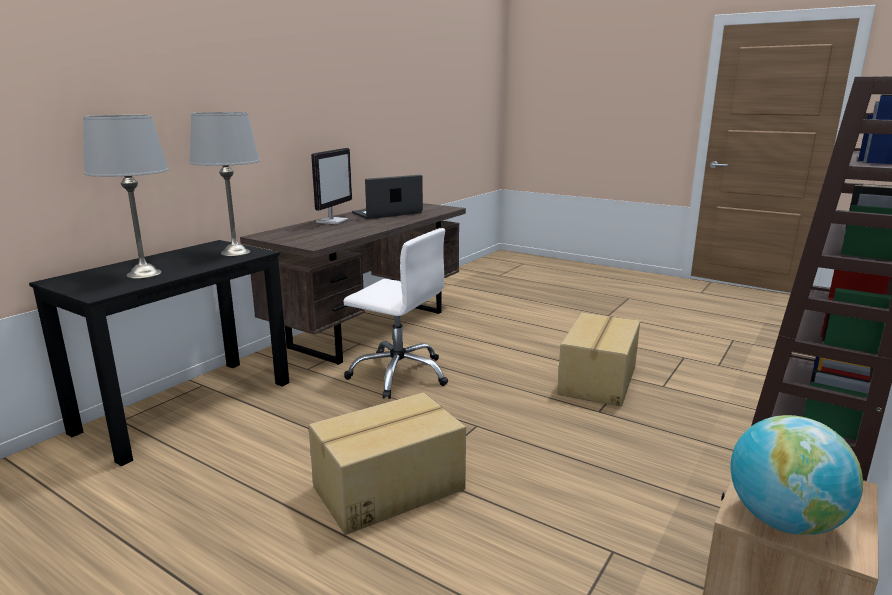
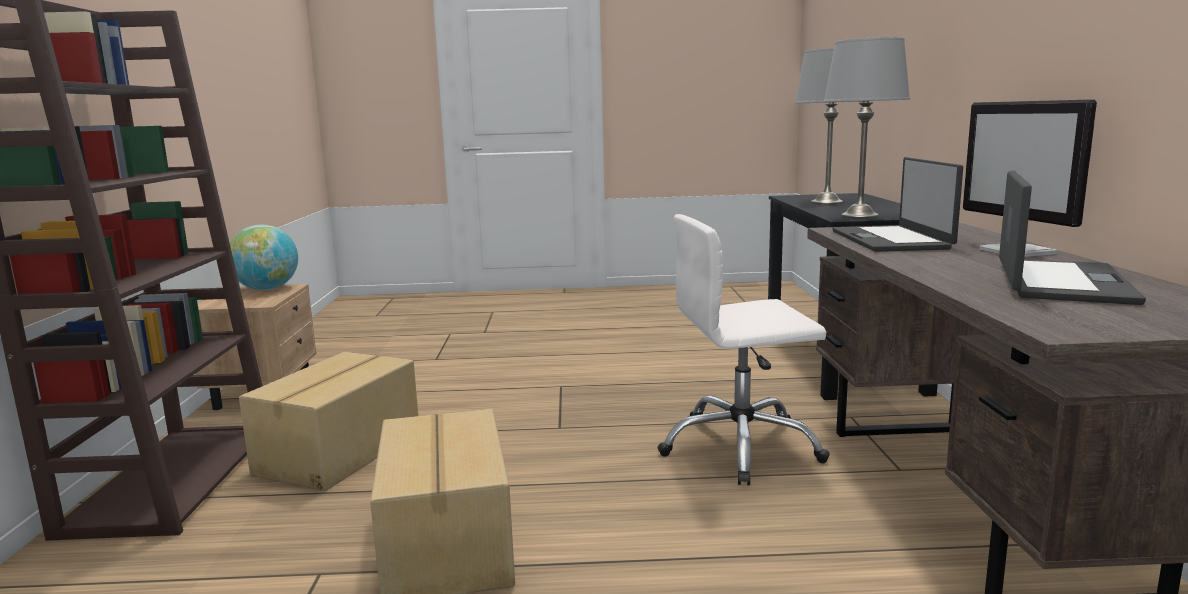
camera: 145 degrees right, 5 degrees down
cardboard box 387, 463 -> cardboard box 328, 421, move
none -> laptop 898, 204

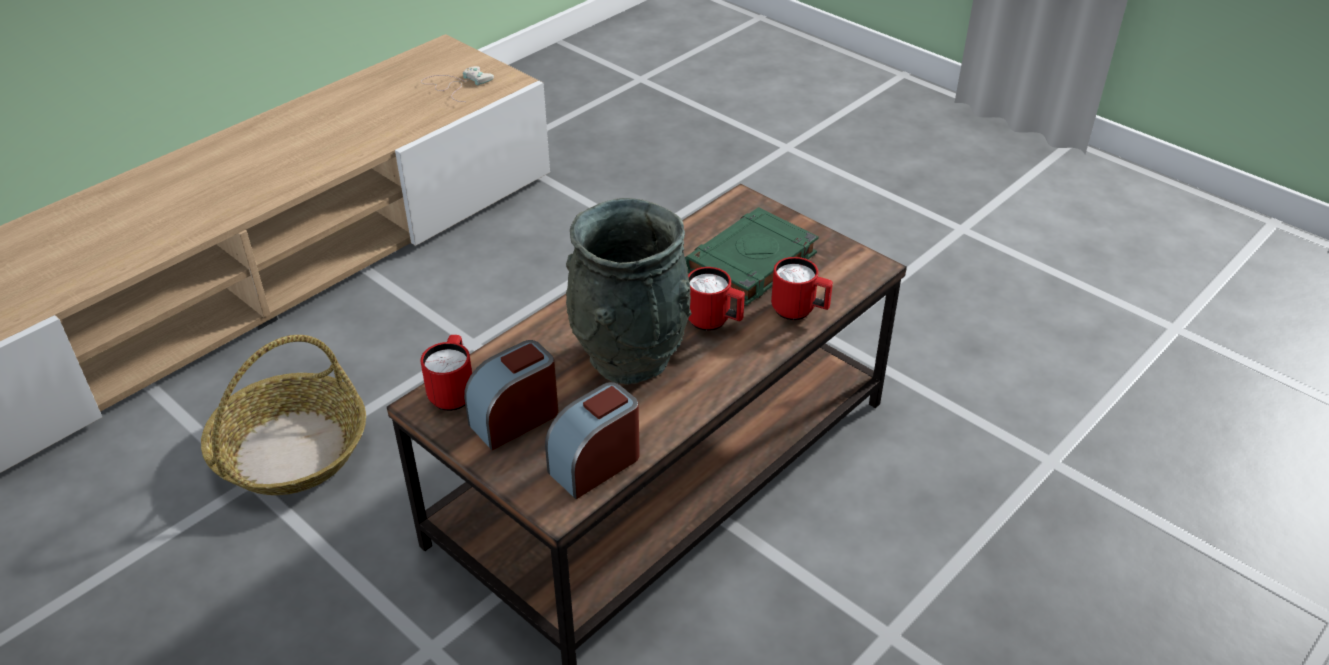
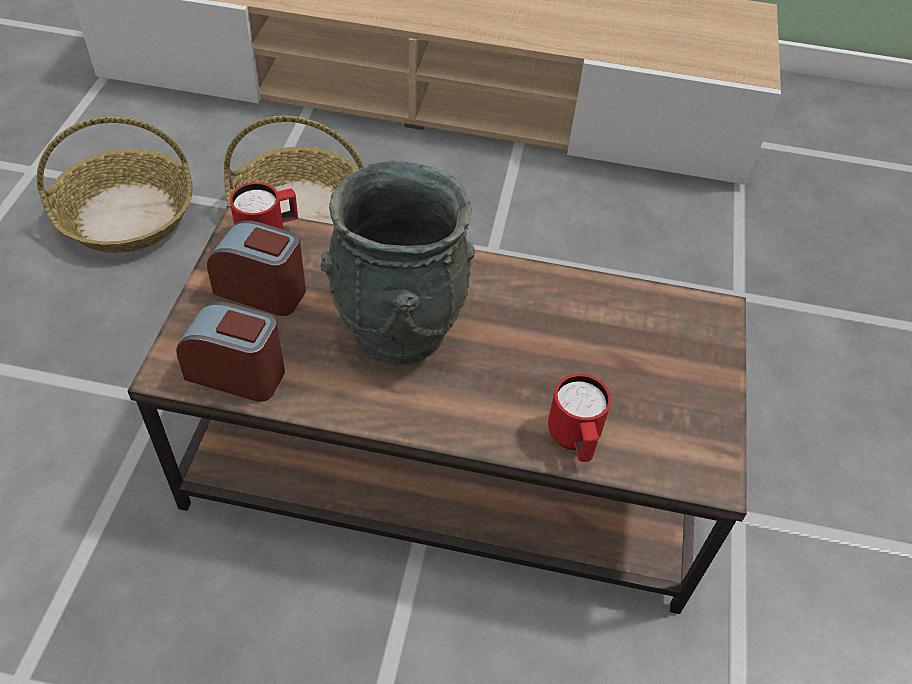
camera: 55 degrees right, 10 degrees up
game controller (white) 457, 84 -> none
book (green) 752, 256 -> none
mug (red) 716, 299 -> none
none -> basket 115, 184

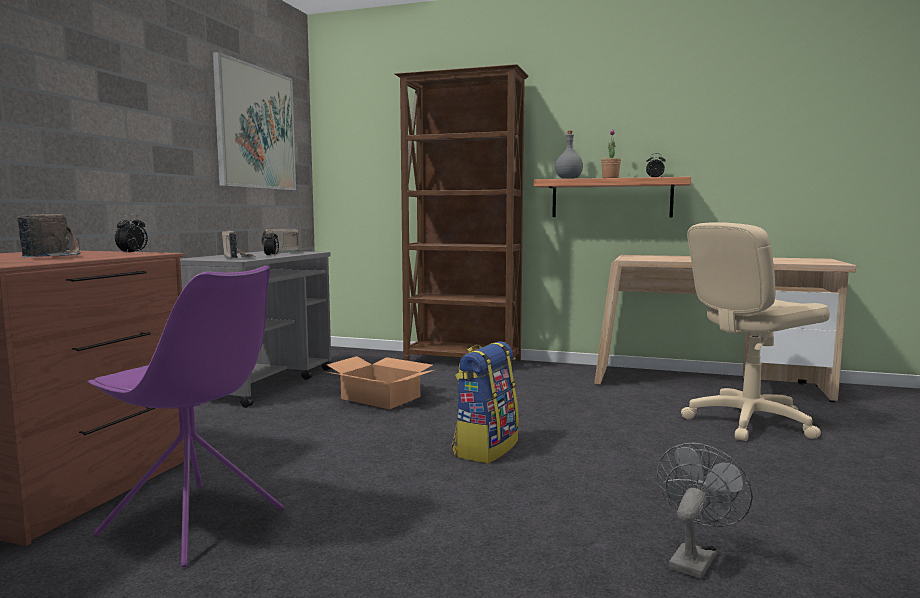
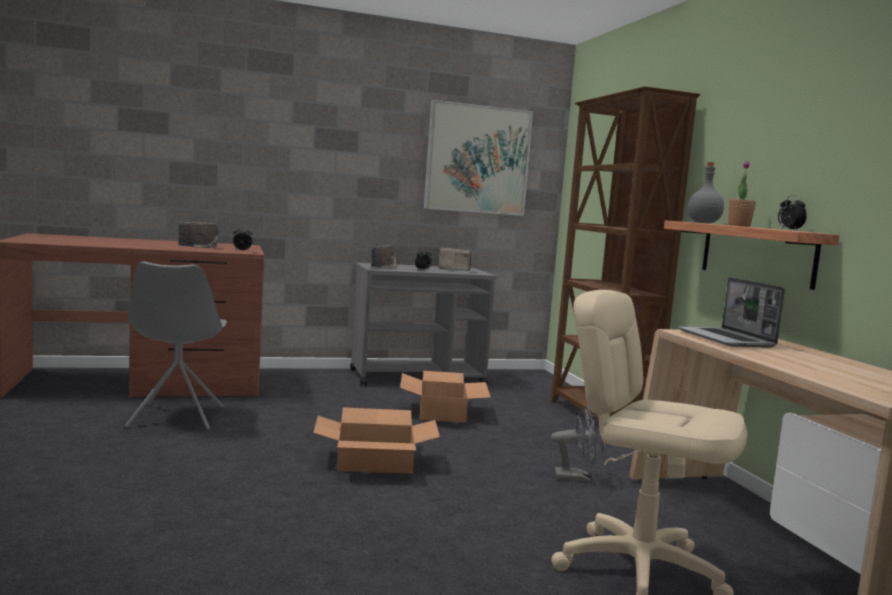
camera: 55 degrees right, 0 degrees up
chair (purple) 185, 416 -> chair (grey) 176, 345
backpack 485, 402 -> cardboard box 376, 440
fan (grey) 704, 511 -> fan (grey) 578, 443, move
none -> laptop 731, 312

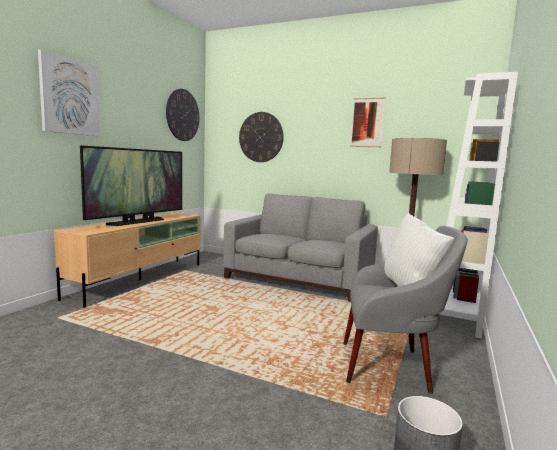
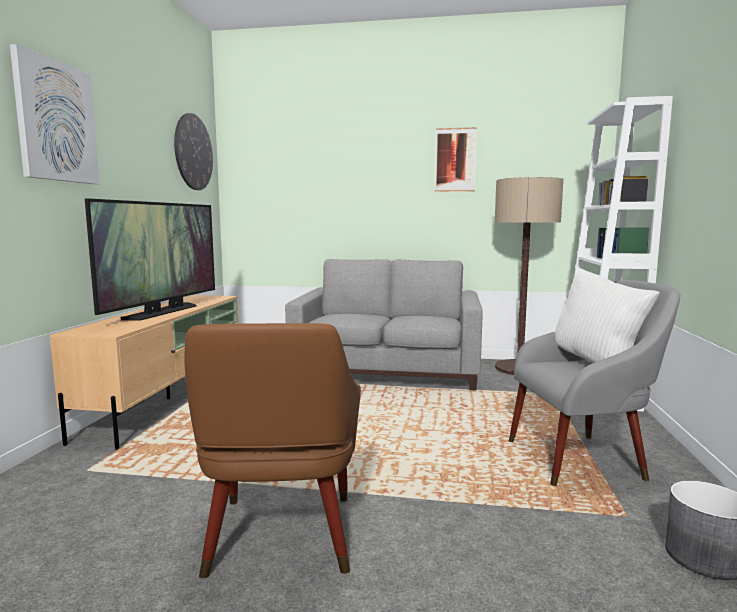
camera: 15 degrees left, 0 degrees up
wall clock 261, 137 -> none
none -> armchair (brown) 272, 450

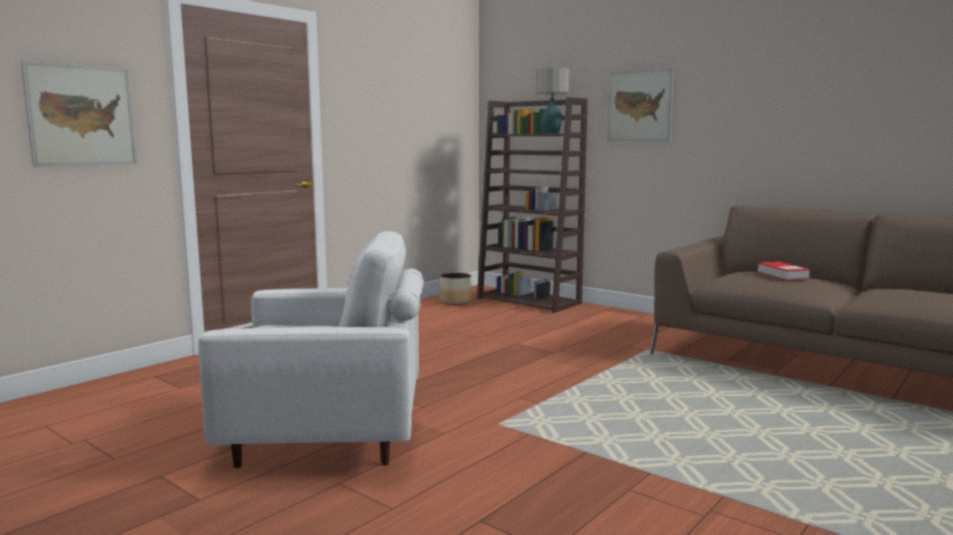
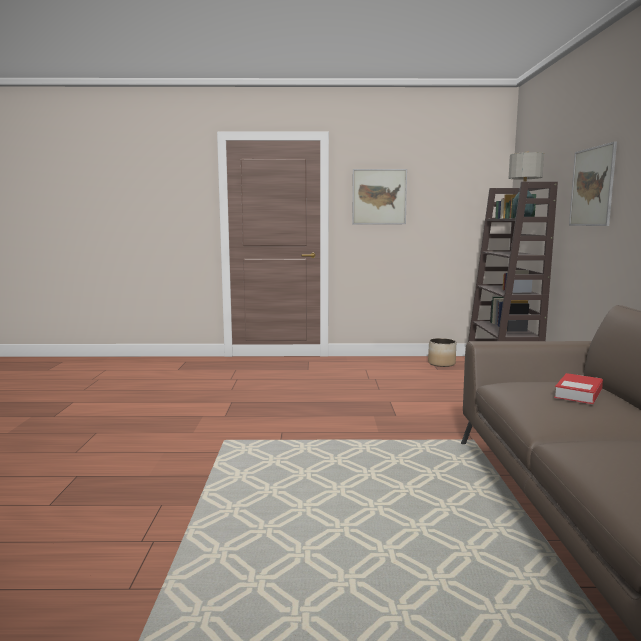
camera: 50 degrees right, 0 degrees up
picture 79, 114 -> picture 379, 196, move
armchair (white) 311, 349 -> none

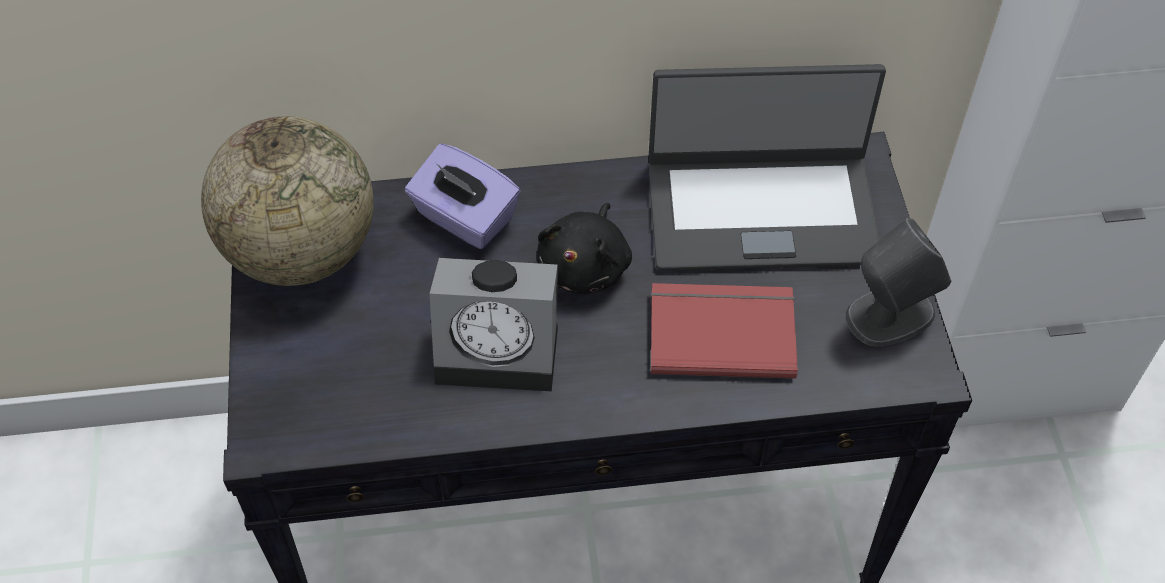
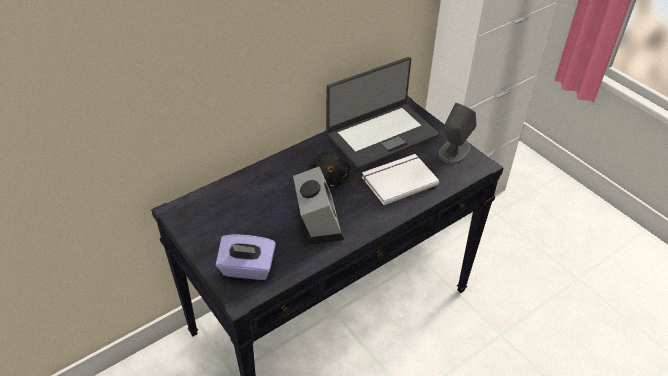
camera: 30 degrees left, 10 degrees down
globe 287, 201 -> none
tissue box (purple) 462, 196 -> tissue box (purple) 246, 257, move
alarm clock 494, 324 -> alarm clock 318, 205, 75 degrees counterclockwise
book (red) 724, 331 -> book (white) 400, 179

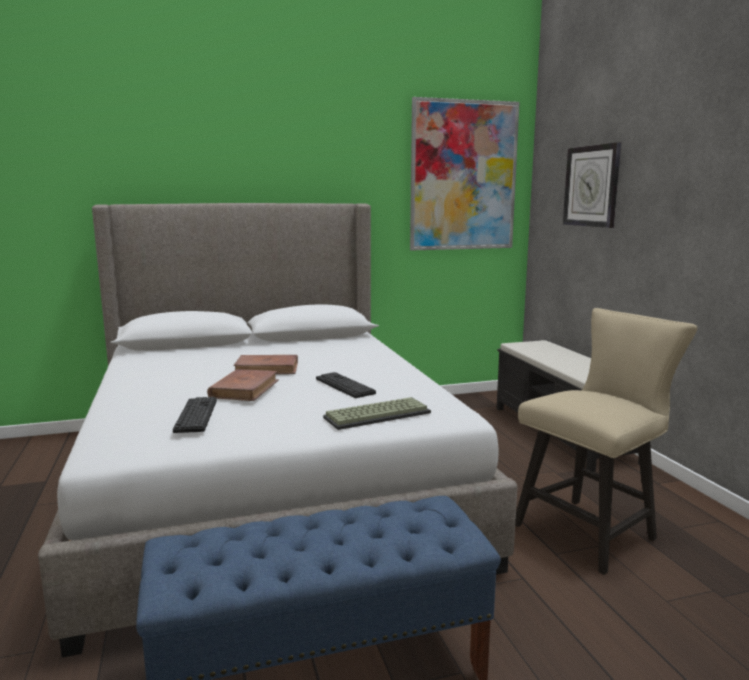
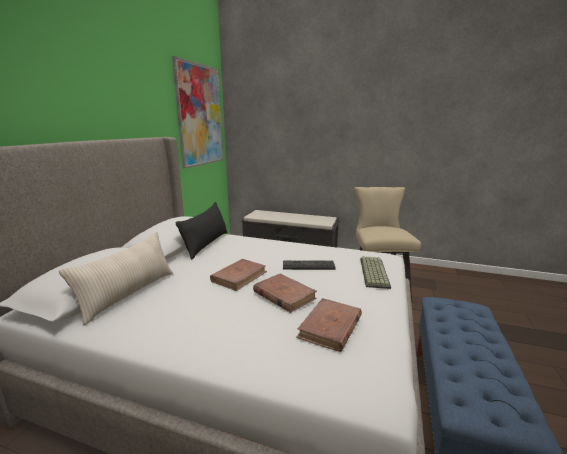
camera: 55 degrees left, 5 degrees up
wall clock 592, 185 -> none
keyboard 195, 415 -> book (brown) 329, 325
none -> pillow (black) 201, 231
none -> pillow (beige) 116, 278

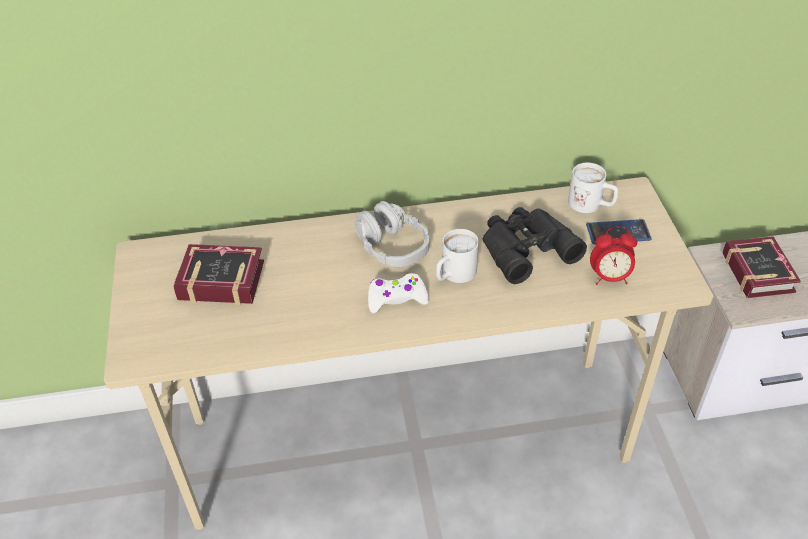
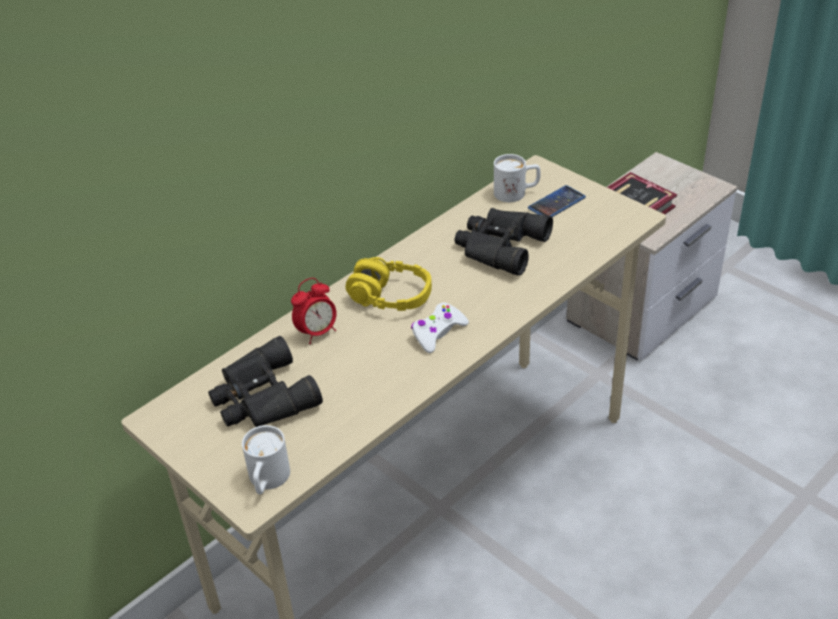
camera: 35 degrees left, 5 degrees down
headphones (grey) 392, 234 -> headphones (yellow) 388, 284
alarm clock 613, 256 -> alarm clock 314, 311, move
mug (white) 457, 256 -> mug (white) 266, 459, move
book 218, 274 -> binoculars (black) 265, 381

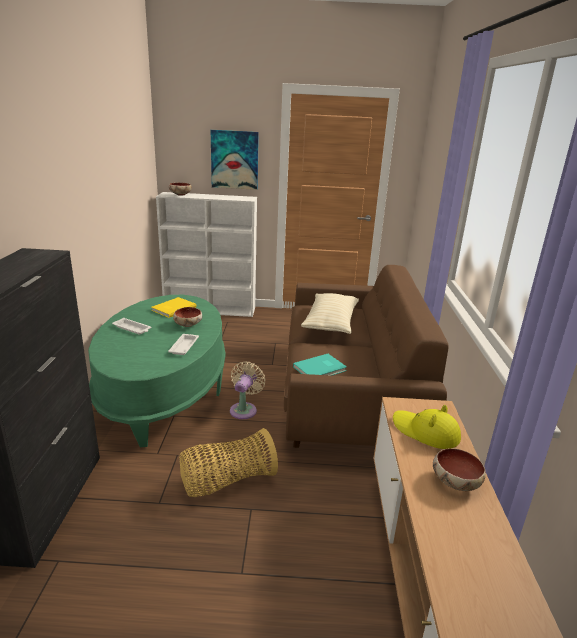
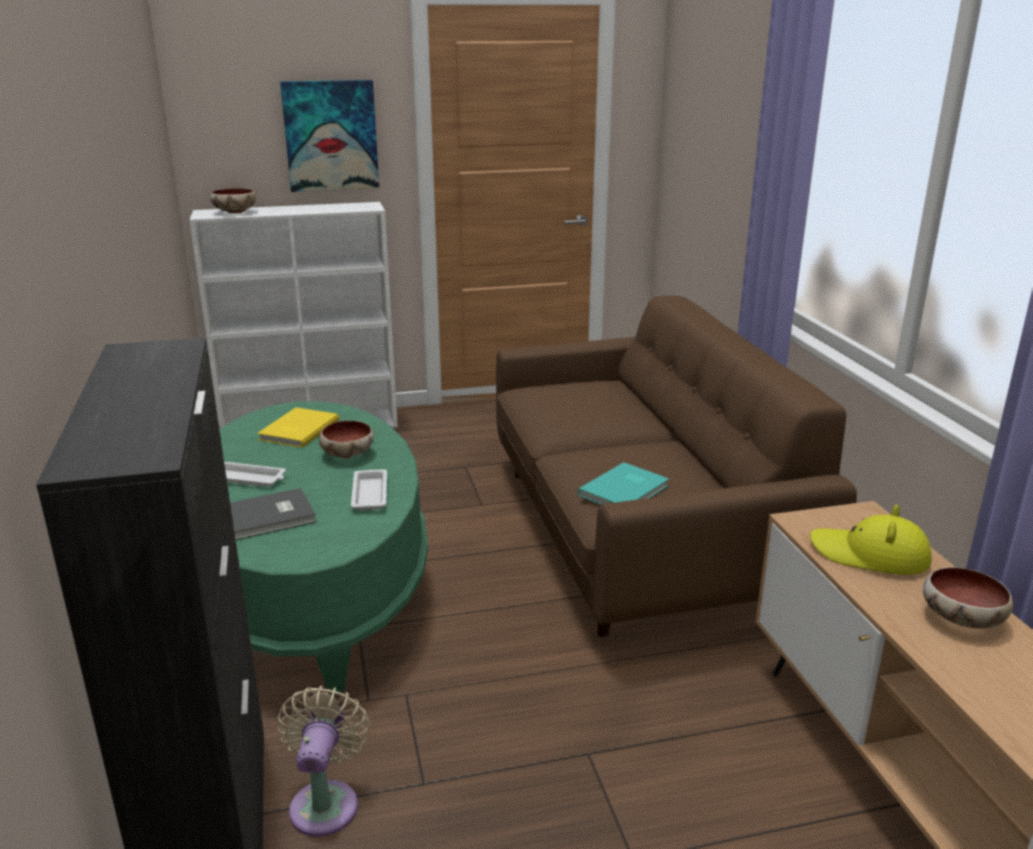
camera: 15 degrees left, 0 degrees up
pillow (beige) 330, 313 -> none
fan (beige) 248, 390 -> fan (beige) 323, 761, move
basket 229, 462 -> none
none -> book (grey) 273, 514

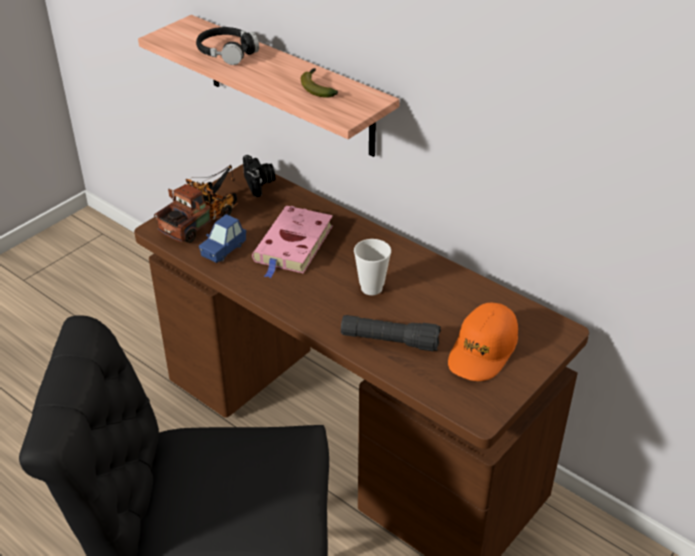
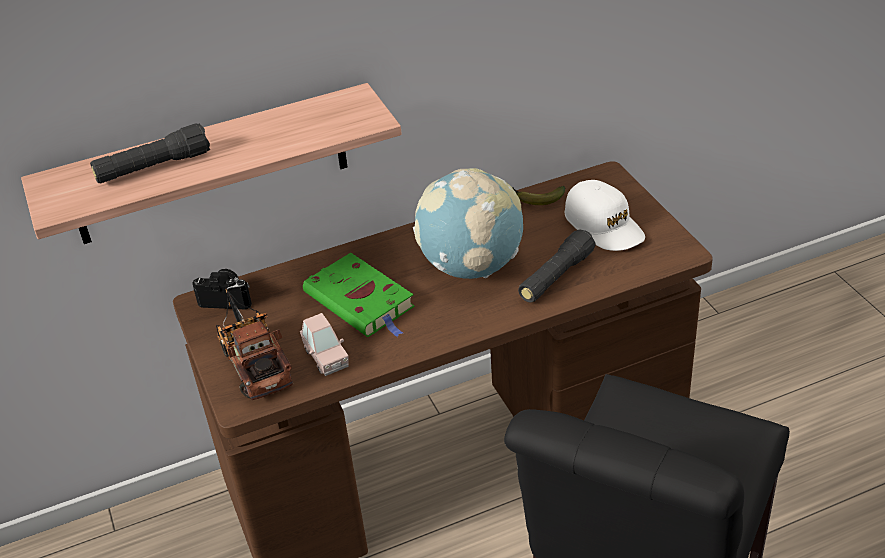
camera: 60 degrees left, 0 degrees up
headphones (black) 227, 46 -> flashlight (black) 150, 153
banana 319, 83 -> banana 539, 195, move
book (pink) 292, 242 -> book (green) 359, 295
toy car (blue) 222, 238 -> toy car (pink) 324, 344
cup 372, 267 -> globe 468, 223
cap (orange) 483, 342 -> cap (white) 605, 215

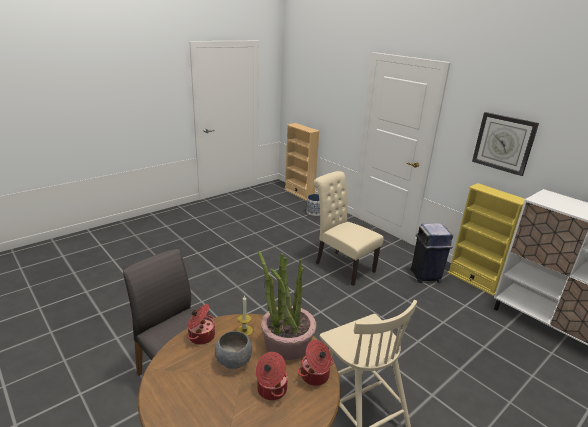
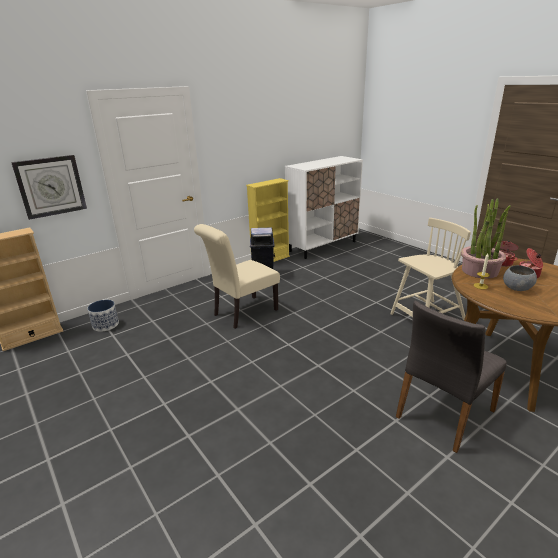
camera: 85 degrees left, 0 degrees up
wall clock 505, 144 -> wall clock 49, 187, move
cooking pot 201, 324 -> none

